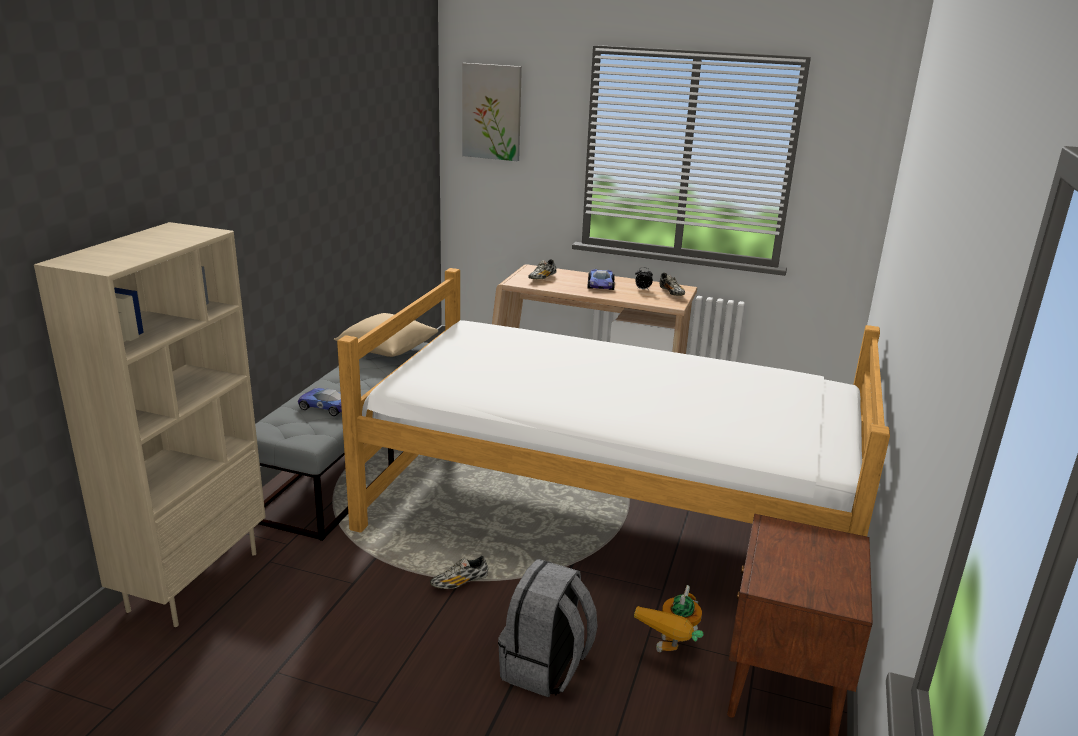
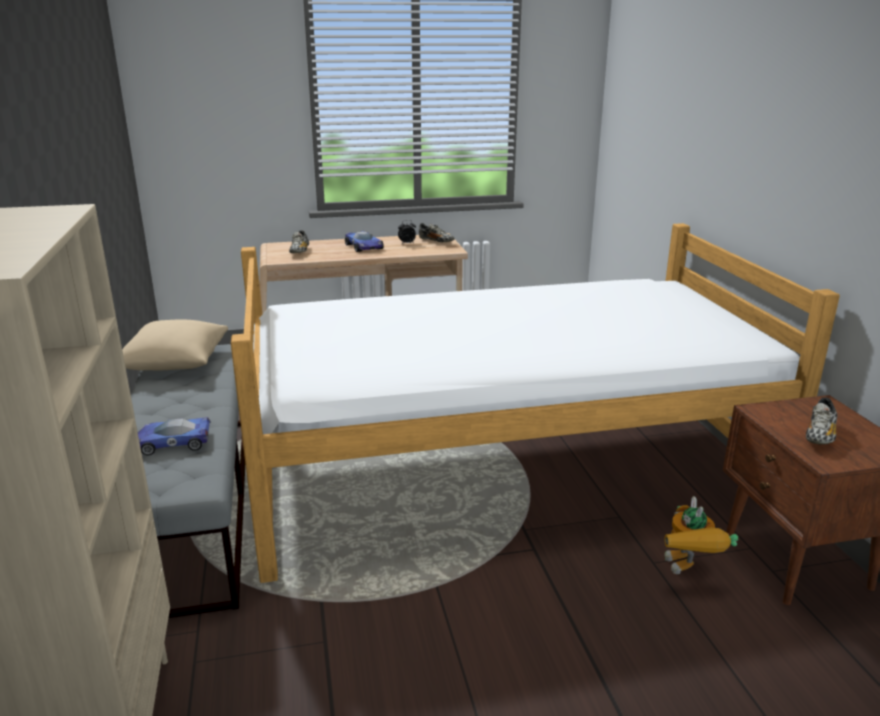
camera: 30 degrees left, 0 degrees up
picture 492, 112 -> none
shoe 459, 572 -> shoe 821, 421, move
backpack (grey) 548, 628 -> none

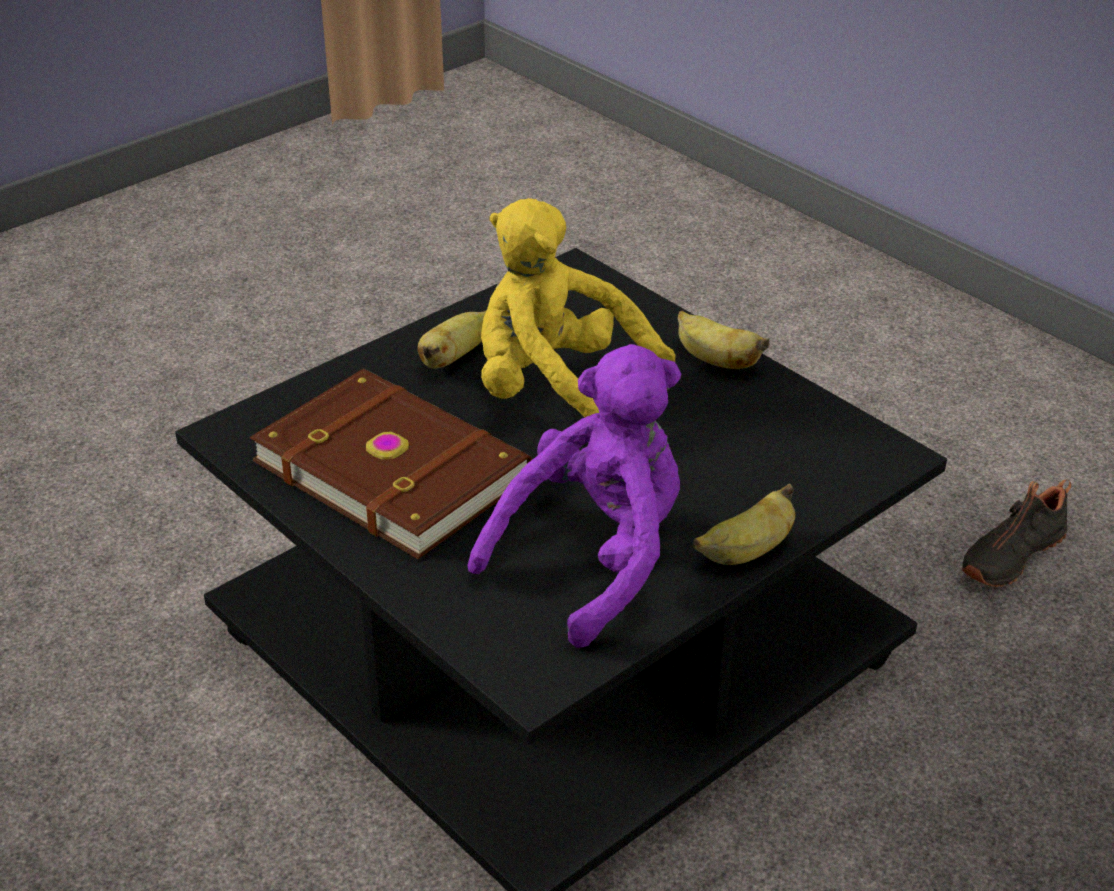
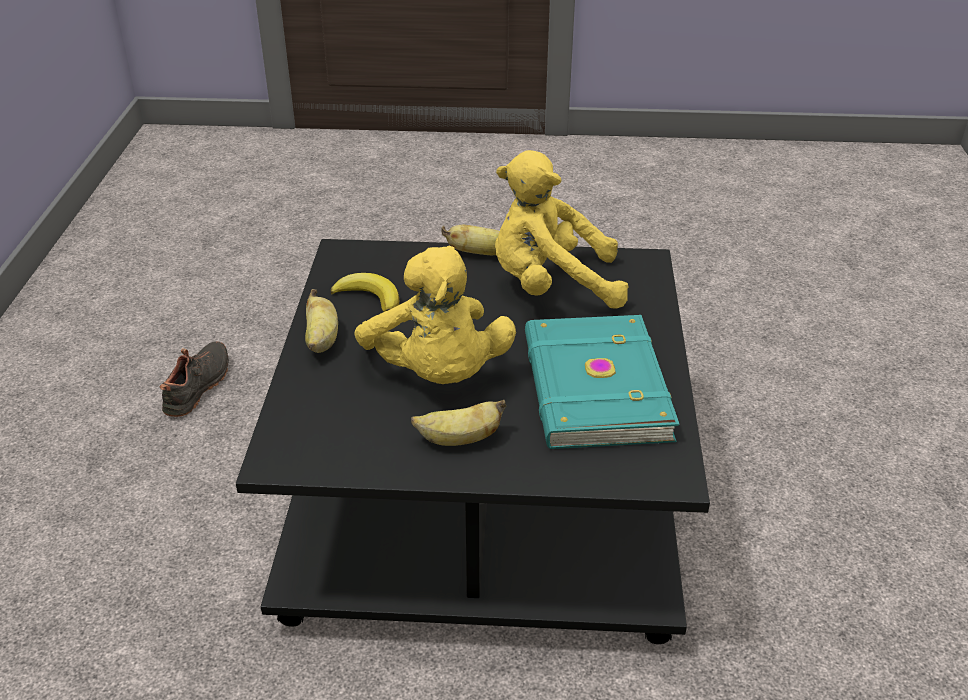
camera: 135 degrees left, 0 degrees up
plush toy (purple) 574, 496 -> plush toy (yellow) 562, 229
book (brown) 390, 464 -> book (turquoise) 602, 382
shoe (black) 1016, 533 -> shoe (black) 193, 379, 75 degrees counterclockwise
none -> banana 365, 292

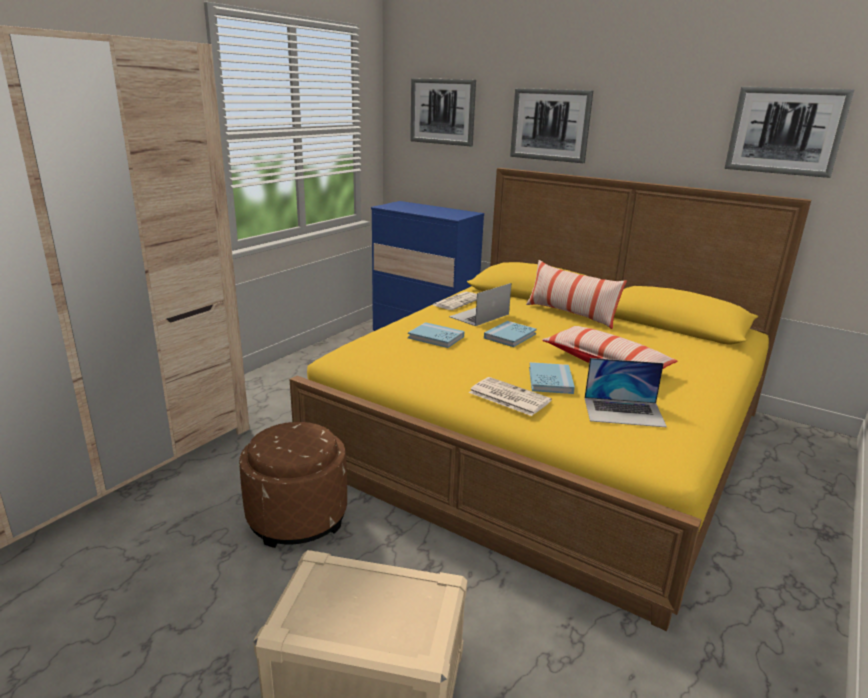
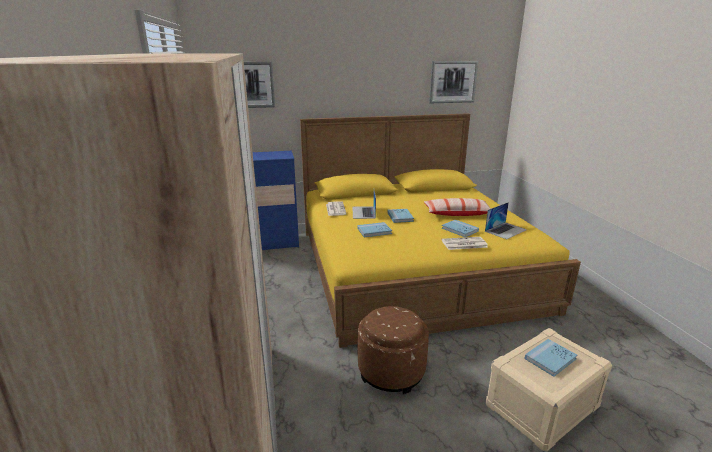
camera: 45 degrees left, 0 degrees up
picture 551, 125 -> none
pillow 576, 294 -> none
none -> book (blue) 550, 358

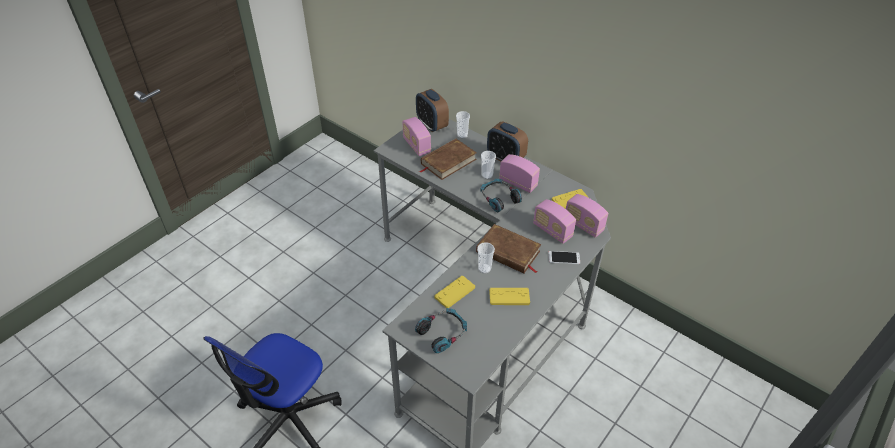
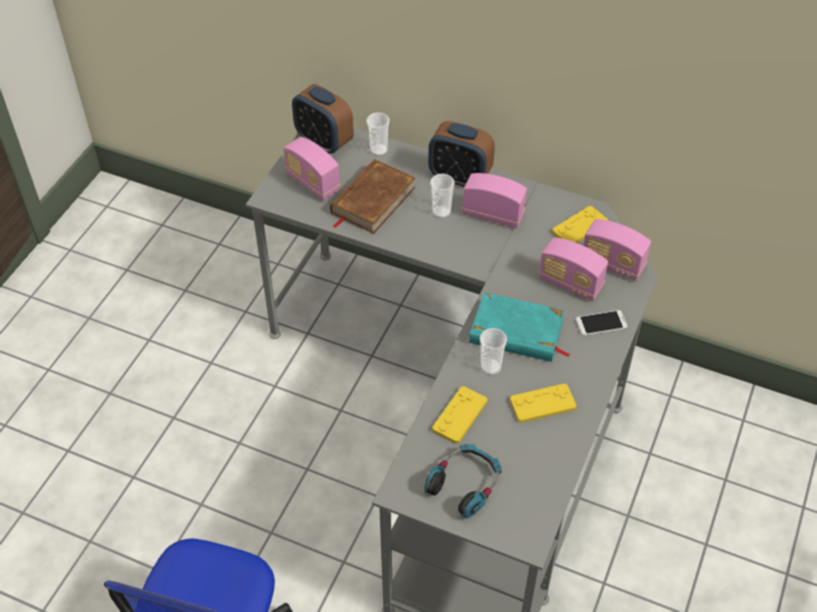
camera: 15 degrees left, 5 degrees up
headphones 501, 195 -> none
book (brown) 508, 248 -> book (turquoise) 519, 327

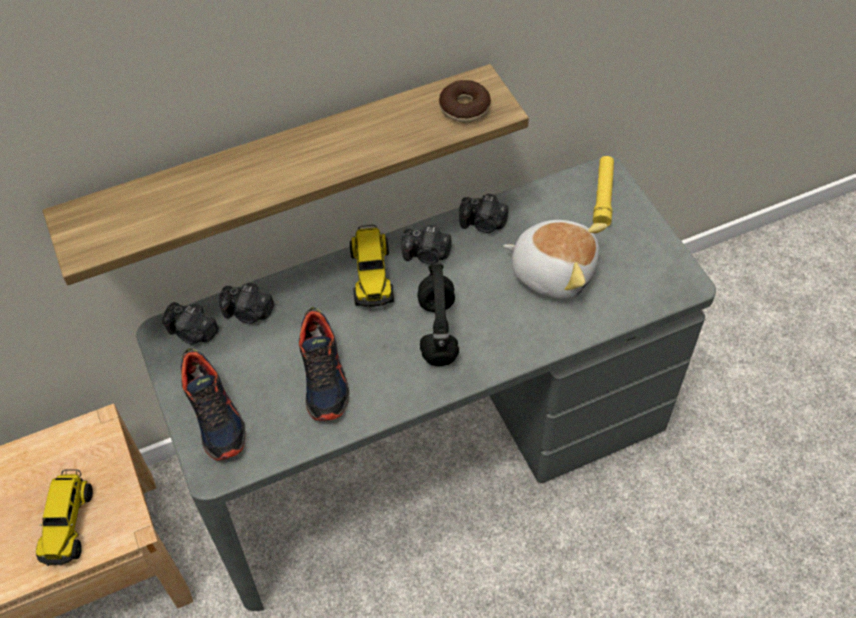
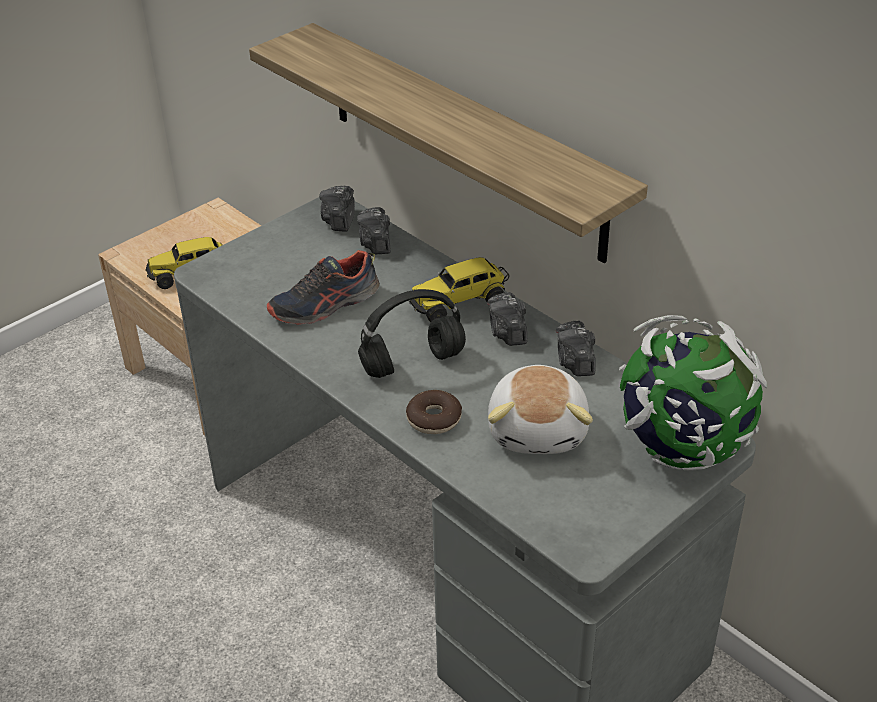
camera: 70 degrees right, 15 degrees down
donut 465, 101 -> donut 434, 412, move
flashlight (yellow) 603, 191 -> globe 693, 393
shoe 213, 404 -> none

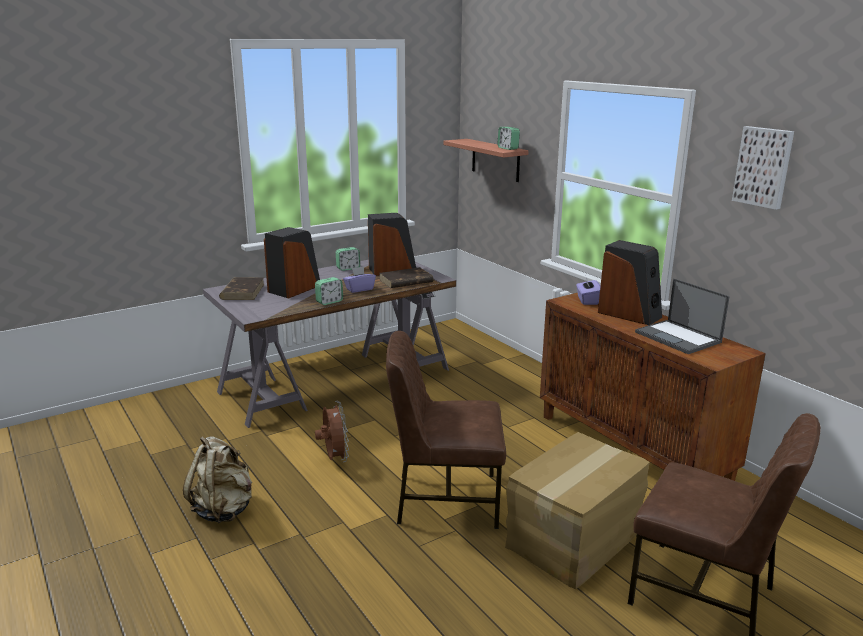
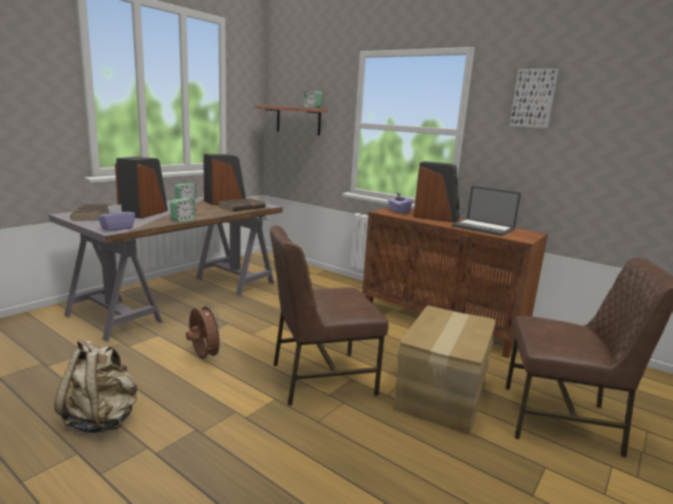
camera: 20 degrees left, 5 degrees down
tissue box (purple) 359, 279 -> tissue box (purple) 116, 217, move

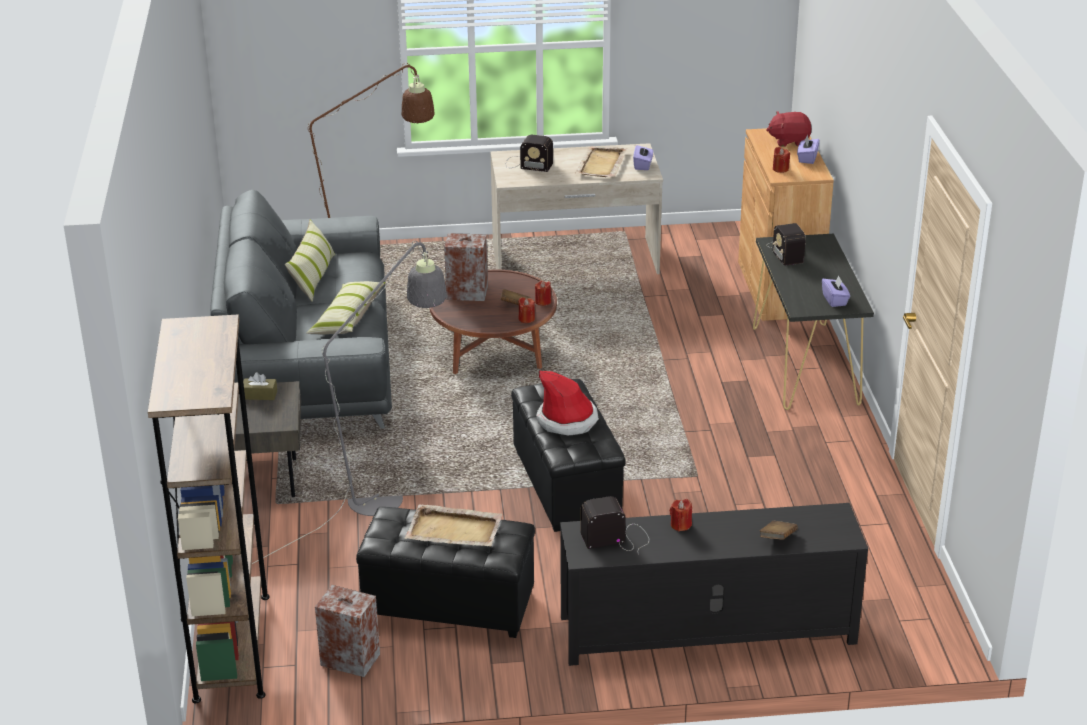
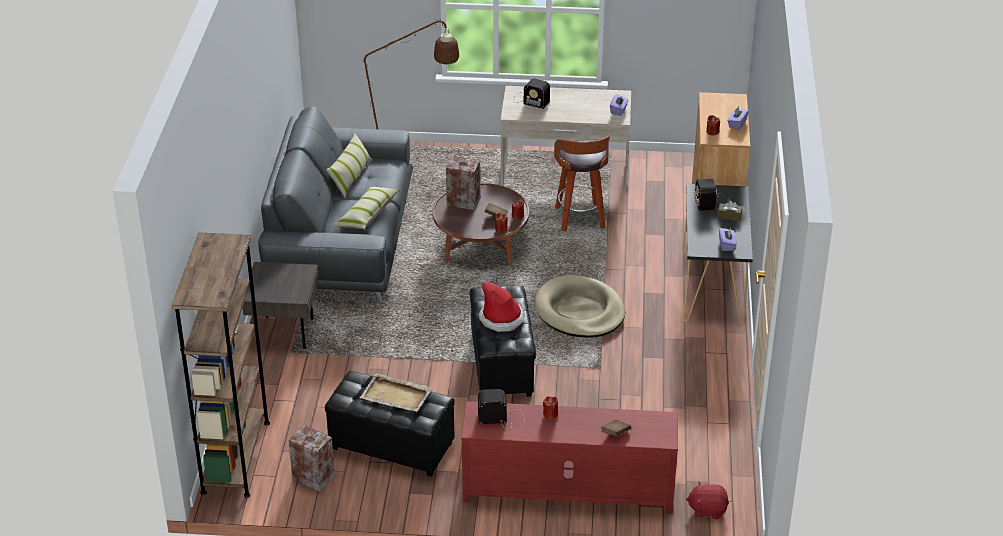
camera: 10 degrees right, 5 degrees up
plush toy (red) 789, 129 -> plush toy (red) 707, 500, move
tray (beige) 601, 161 -> none
floor lamp (grey) 349, 402 -> none
tissue box (brown) 260, 386 -> tissue box (brown) 730, 211, move
tv stand (black) 714, 584 -> tv stand (red) 569, 457
none -> stool 582, 183
none -> dog bed (beige) 580, 306

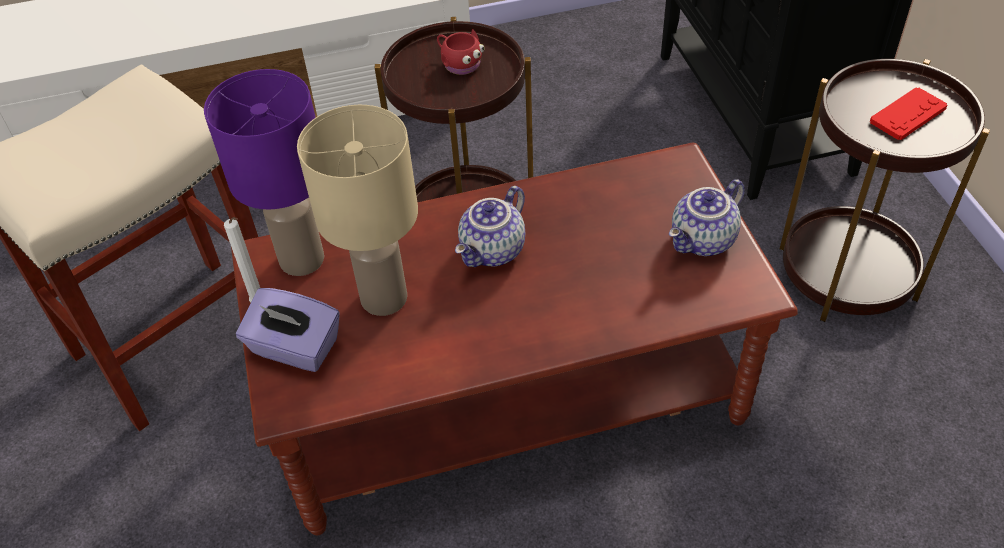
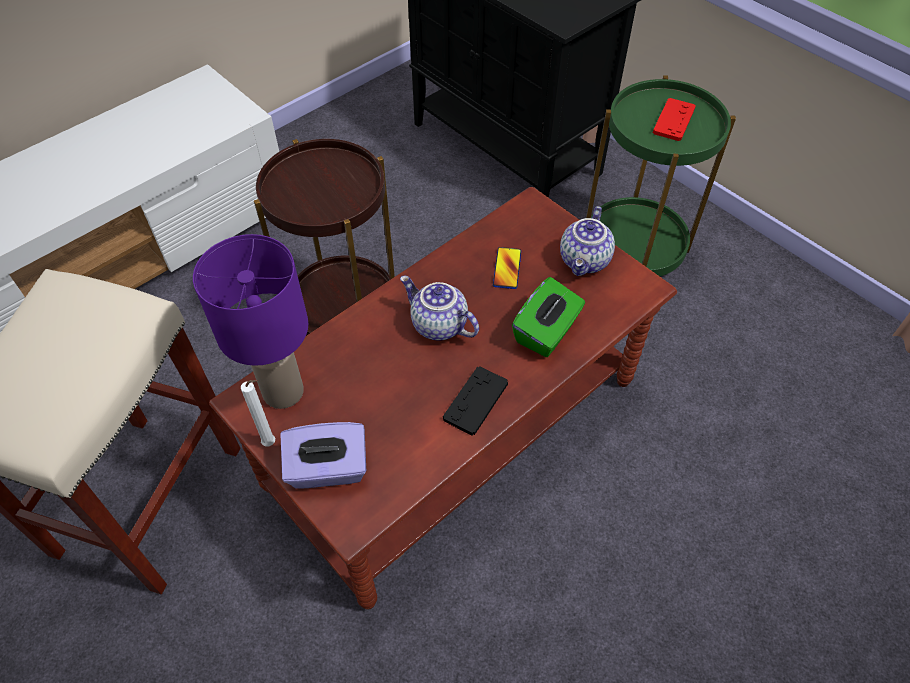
camera: 30 degrees left, 5 degrees up
mug (red) 461, 52 -> none
side table (brown) 885, 190 -> side table (green) 661, 175
table lamp (beige) 357, 210 -> none
teapot 490, 226 -> teapot 439, 308, 120 degrees clockwise
none -> phone 507, 268
none -> tissue box (green) 548, 317
none -> game controller (black) 475, 401

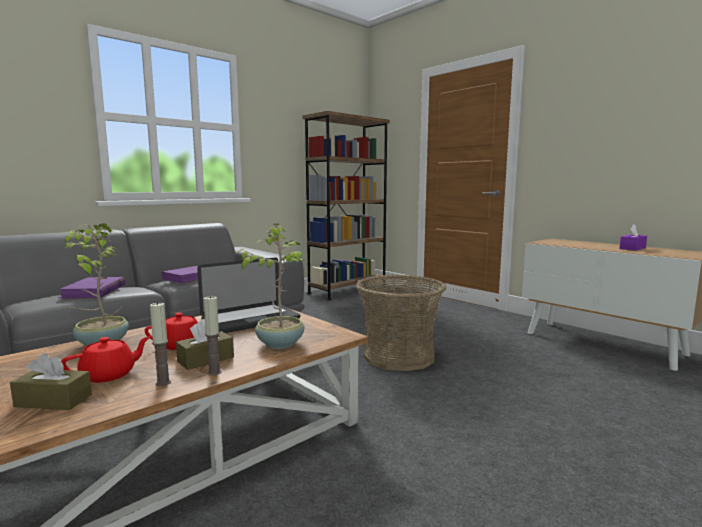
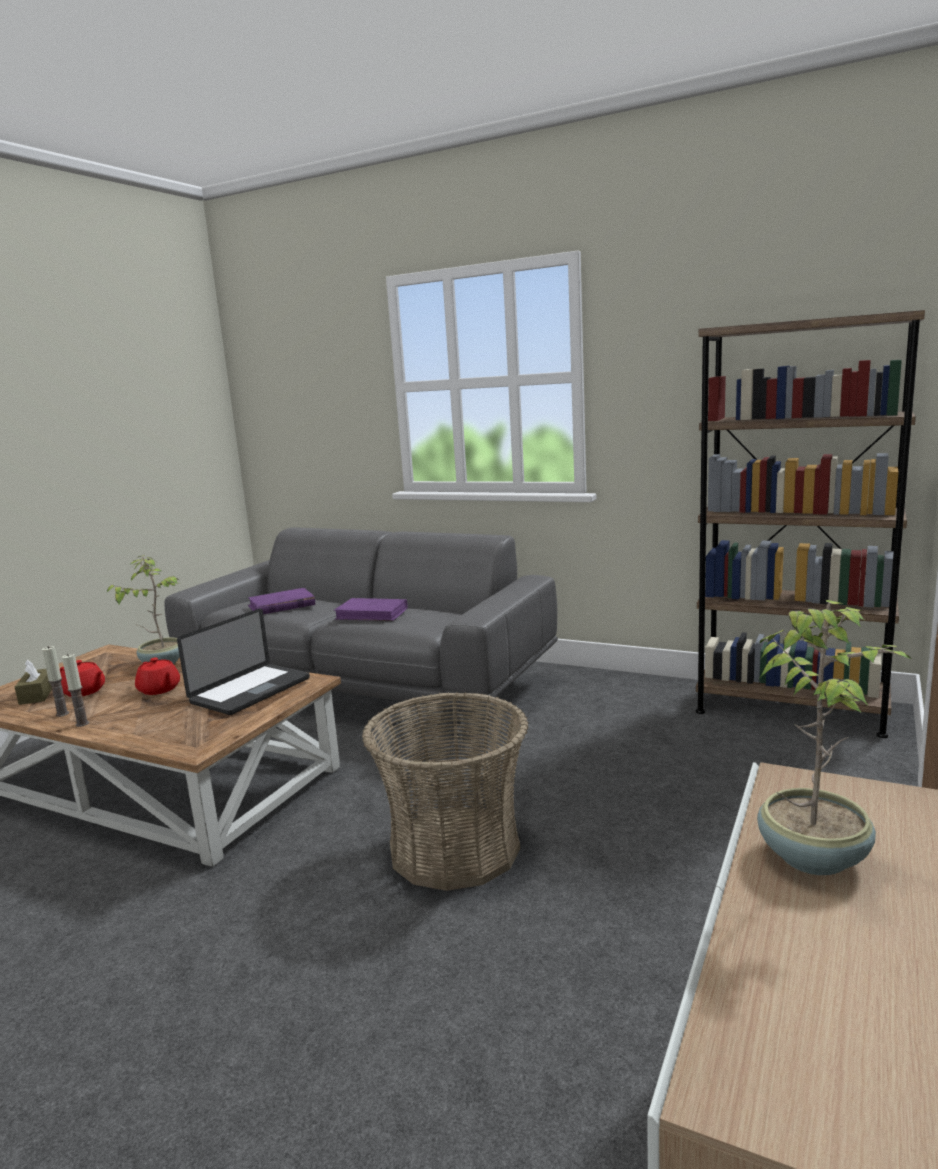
camera: 70 degrees right, 5 degrees up
potted plant 271, 286 -> potted plant 835, 737, move
tissue box (purple) 633, 237 -> none
laptop 248, 295 -> laptop 243, 661, 90 degrees counterclockwise
tissue box (brown) 205, 344 -> none

